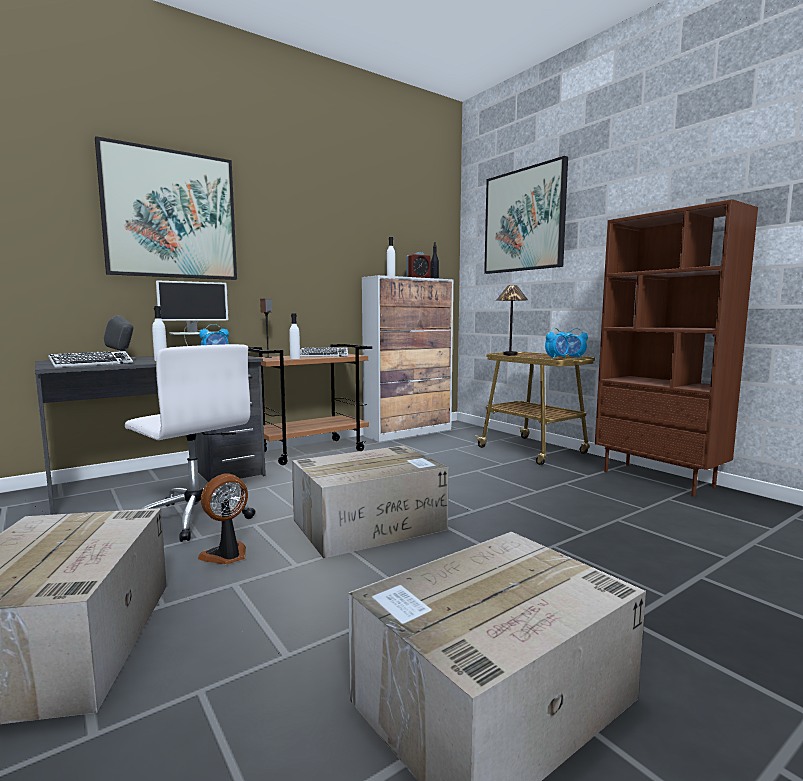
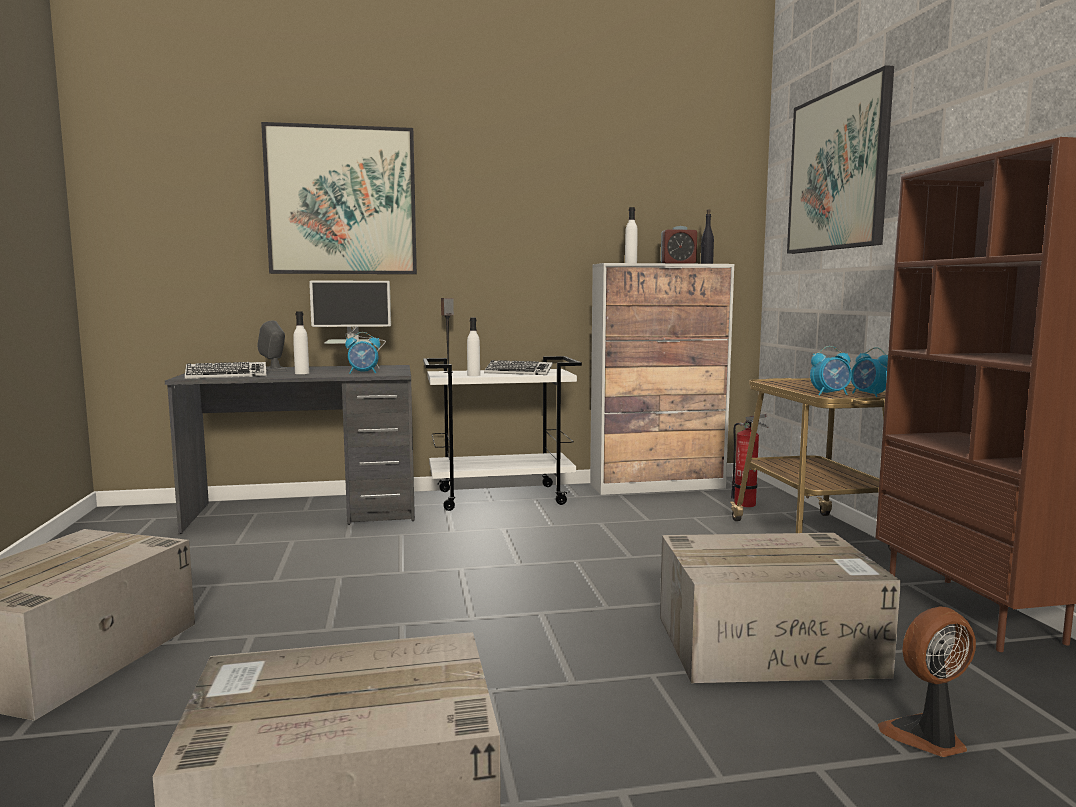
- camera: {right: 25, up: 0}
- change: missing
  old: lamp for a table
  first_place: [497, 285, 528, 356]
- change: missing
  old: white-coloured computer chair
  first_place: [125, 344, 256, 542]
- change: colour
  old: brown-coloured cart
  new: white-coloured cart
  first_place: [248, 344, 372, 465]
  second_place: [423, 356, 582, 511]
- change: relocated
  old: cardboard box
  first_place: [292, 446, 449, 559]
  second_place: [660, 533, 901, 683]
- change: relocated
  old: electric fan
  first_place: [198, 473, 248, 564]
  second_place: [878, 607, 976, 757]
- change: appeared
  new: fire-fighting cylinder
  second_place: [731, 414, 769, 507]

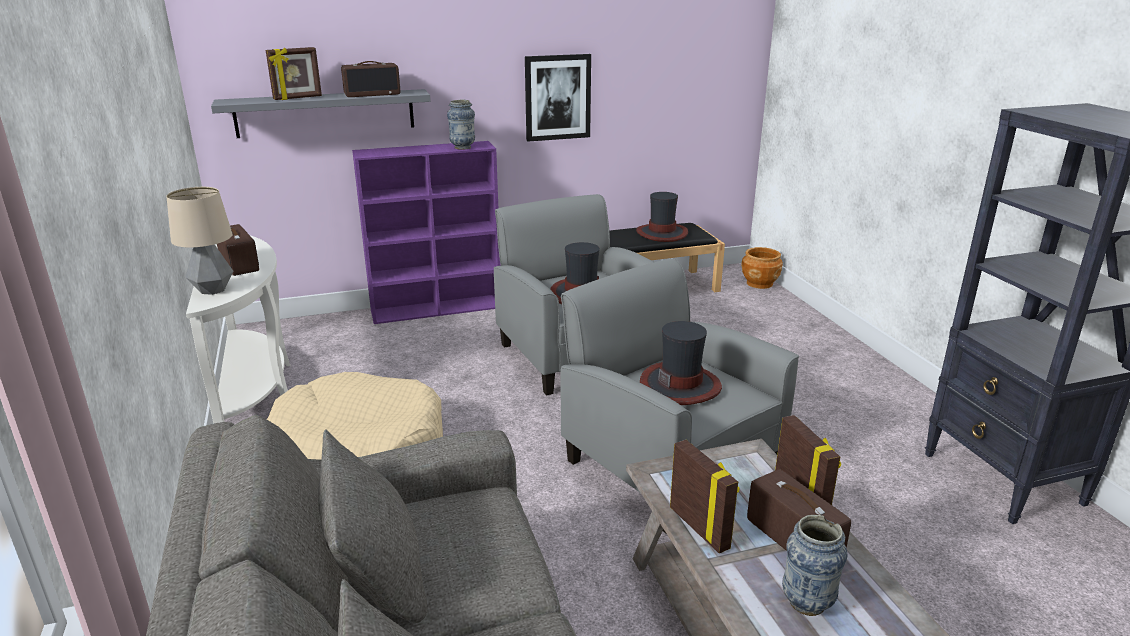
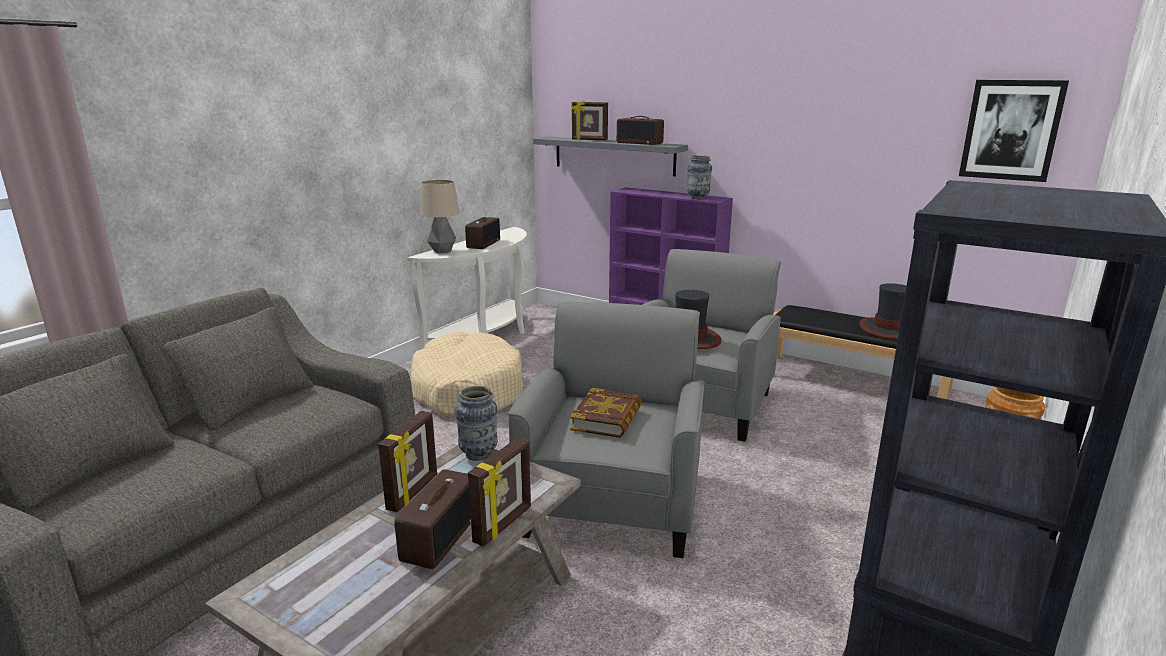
- camera: {right: 50, up: -5}
- change: relocated
  old: wall picture
  first_place: [525, 54, 591, 142]
  second_place: [959, 80, 1069, 182]
- change: exchanged
  old: wearable hat
  new: bound book
  first_place: [640, 321, 722, 405]
  second_place: [570, 388, 642, 438]
- change: relocated
  old: vase
  first_place: [782, 515, 848, 616]
  second_place: [455, 386, 498, 461]

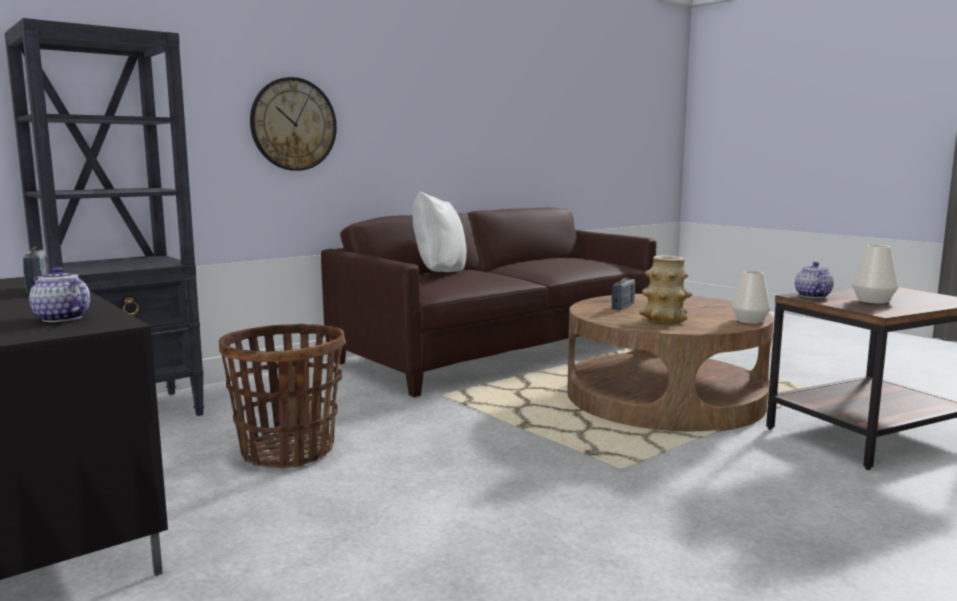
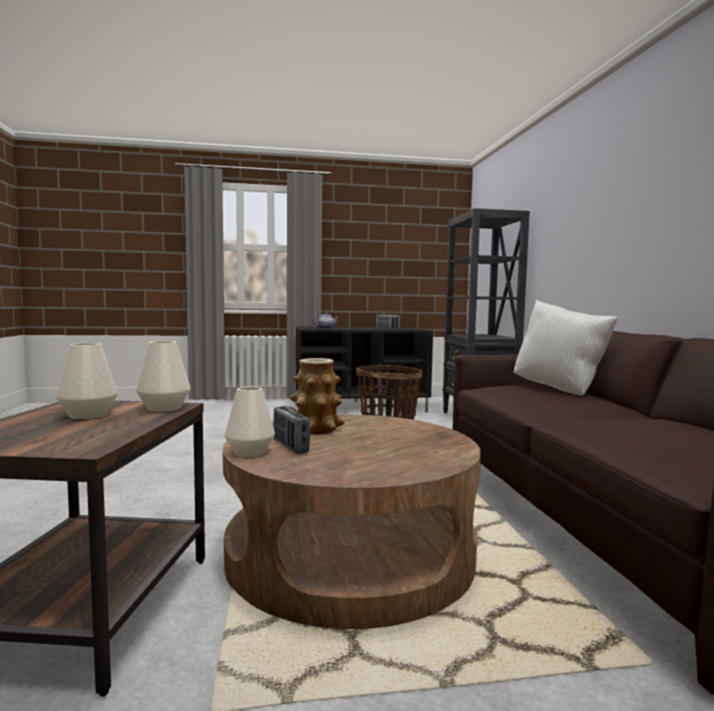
- camera: {right: 120, up: -5}
- change: missing
  old: clock on the wall
  first_place: [250, 77, 337, 171]
- change: exchanged
  old: tea pot
  new: white-coloured vase
  first_place: [795, 262, 834, 298]
  second_place: [136, 341, 191, 412]
- change: relocated
  old: radio set
  first_place: [612, 277, 635, 310]
  second_place: [273, 406, 310, 454]

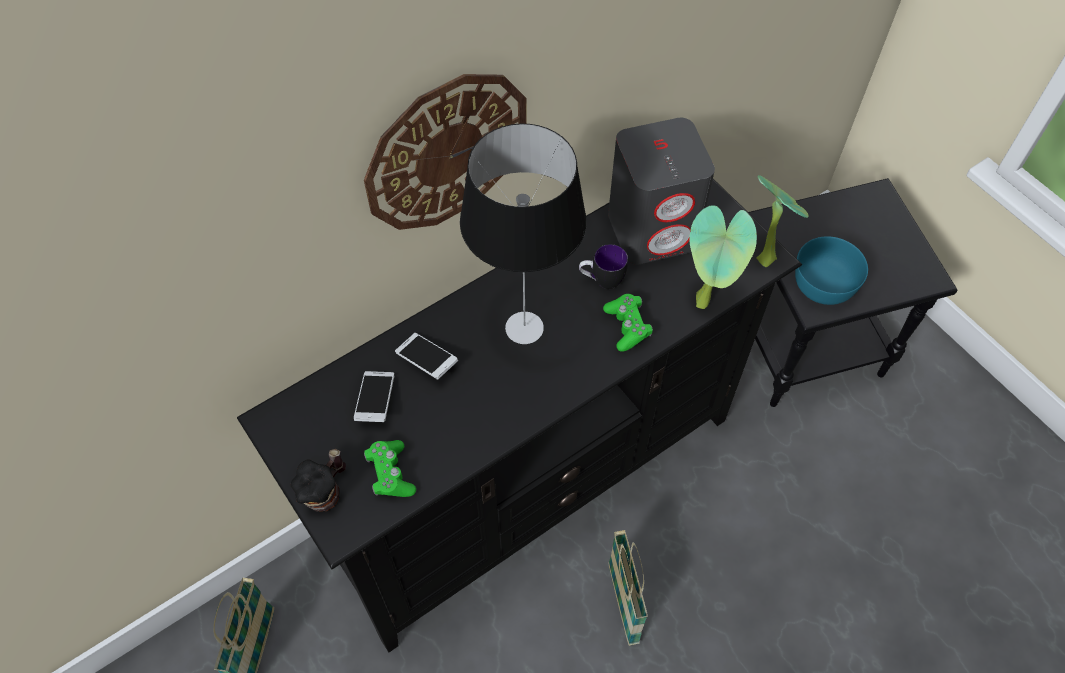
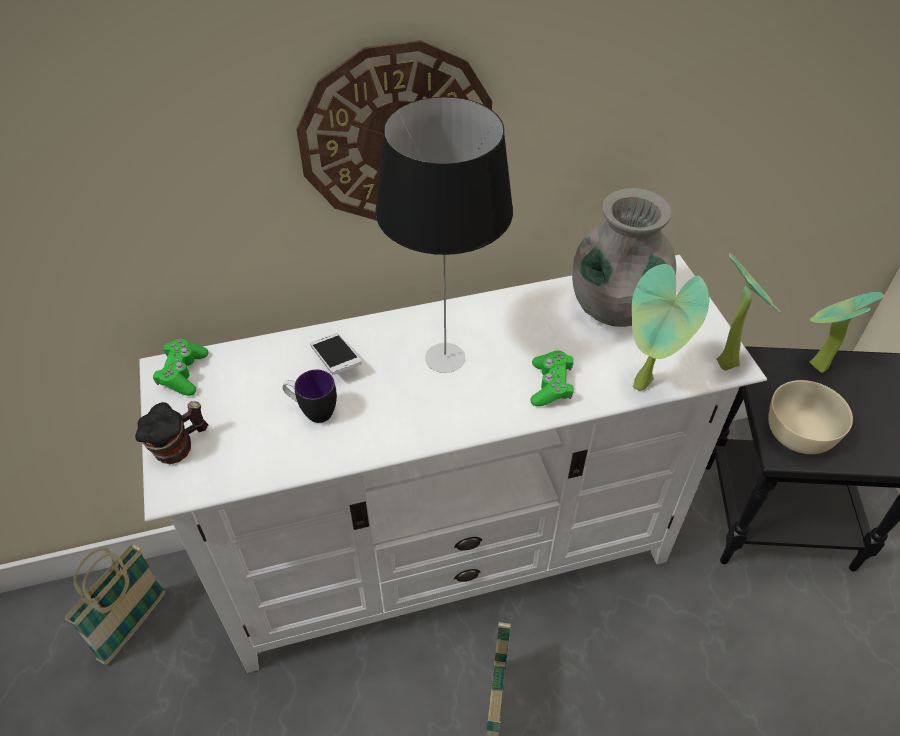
- camera: {right: 20, up: -10}
- change: exchanged
  old: greyish speaker
  new: greyish vase
  first_place: [608, 118, 715, 265]
  second_place: [572, 188, 676, 327]
- change: colour
  old: black-coloured tv stand
  new: white-coloured tv stand
  first_place: [237, 179, 802, 652]
  second_place: [139, 255, 767, 673]
- change: colour
  old: blue-green bowl
  new: sand-coloured bowl
  first_place: [795, 236, 868, 305]
  second_place: [768, 380, 853, 454]
- change: relocated
  old: coffee mug
  first_place: [579, 244, 628, 289]
  second_place: [283, 370, 337, 423]
- change: missing
  old: telephone
  first_place: [354, 371, 394, 422]
- change: relocated
  old: green-coloured joypad
  first_place: [364, 440, 416, 497]
  second_place: [153, 339, 208, 396]
- change: appeared
  new: plant in a pot
  second_place: [809, 292, 884, 373]

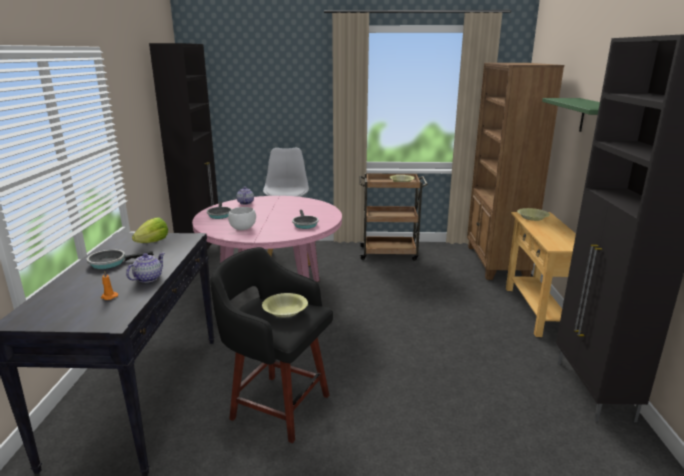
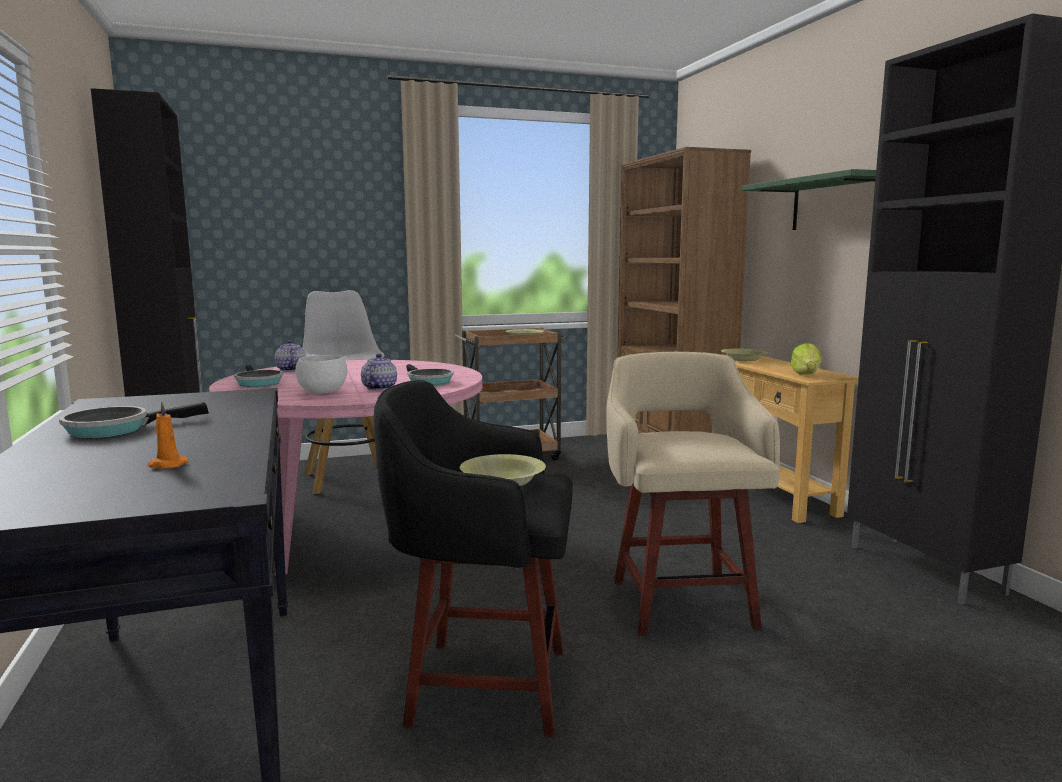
- camera: {right: -20, up: -10}
- change: relocated
  old: lettuce
  first_place: [132, 217, 168, 243]
  second_place: [790, 343, 822, 375]
- change: relocated
  old: tea pot
  first_place: [126, 253, 165, 283]
  second_place: [361, 354, 397, 390]
- change: appeared
  new: sand-coloured sitting stool
  second_place: [606, 352, 780, 636]

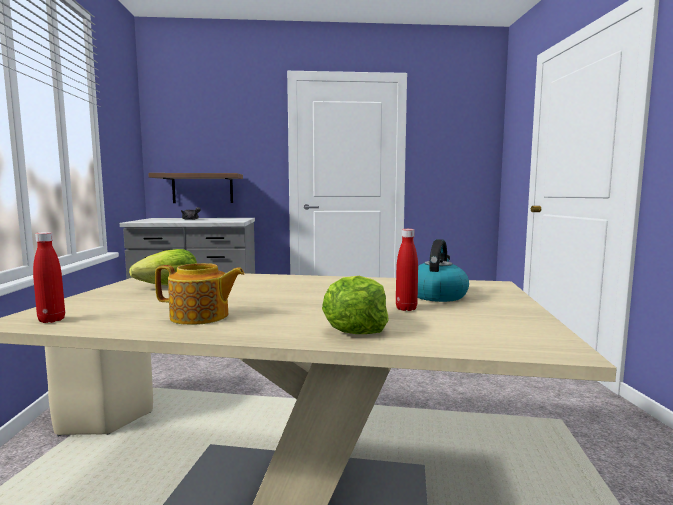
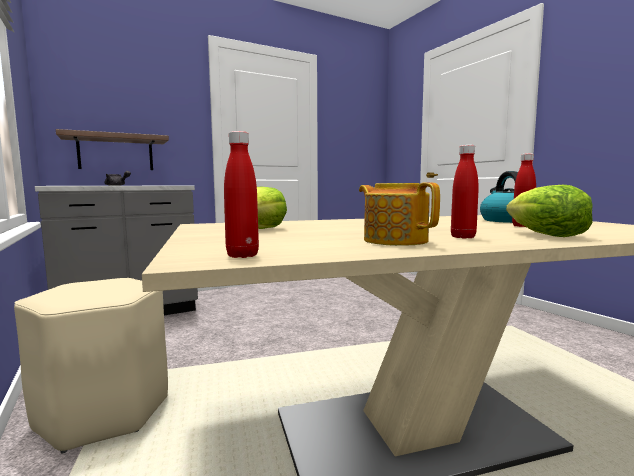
- camera: {right: -25, up: 0}
- change: spun
  old: tea pot
  first_place: [155, 263, 244, 325]
  second_place: [359, 182, 440, 246]
  degrees: -105
- change: appeared
  new: red-coloured bottle
  second_place: [451, 145, 479, 238]

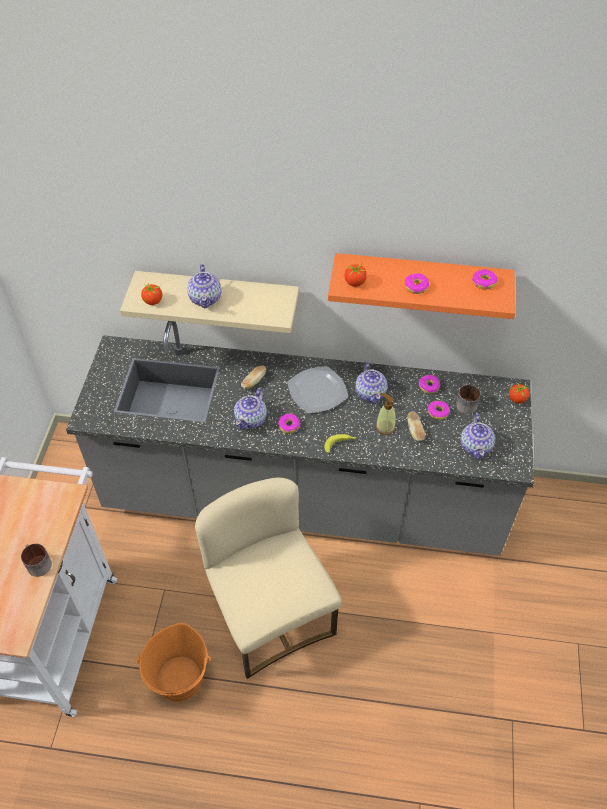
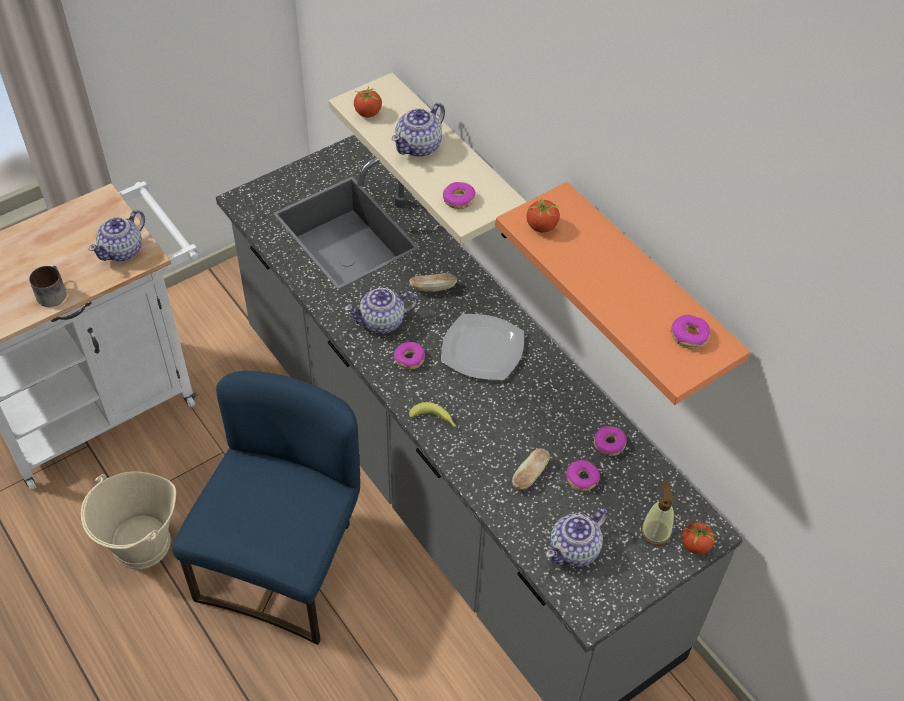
- camera: {right: 45, up: 0}
- change: relocated
  old: donut
  first_place: [405, 273, 429, 294]
  second_place: [443, 182, 476, 209]
- change: relocated
  old: tea pot
  first_place: [355, 361, 388, 404]
  second_place: [88, 210, 145, 261]
- change: missing
  old: coffee mug
  first_place: [456, 385, 481, 414]
- change: relocated
  old: soap bottle
  first_place: [376, 393, 396, 435]
  second_place: [641, 481, 674, 546]
- change: colour
  old: sand-coloured plain chair
  new: bluish plain chair
  first_place: [195, 478, 342, 679]
  second_place: [172, 371, 360, 645]
- change: colour
  old: orangey pail
  new: sand-coloured pail
  first_place: [135, 623, 211, 702]
  second_place: [81, 471, 176, 569]

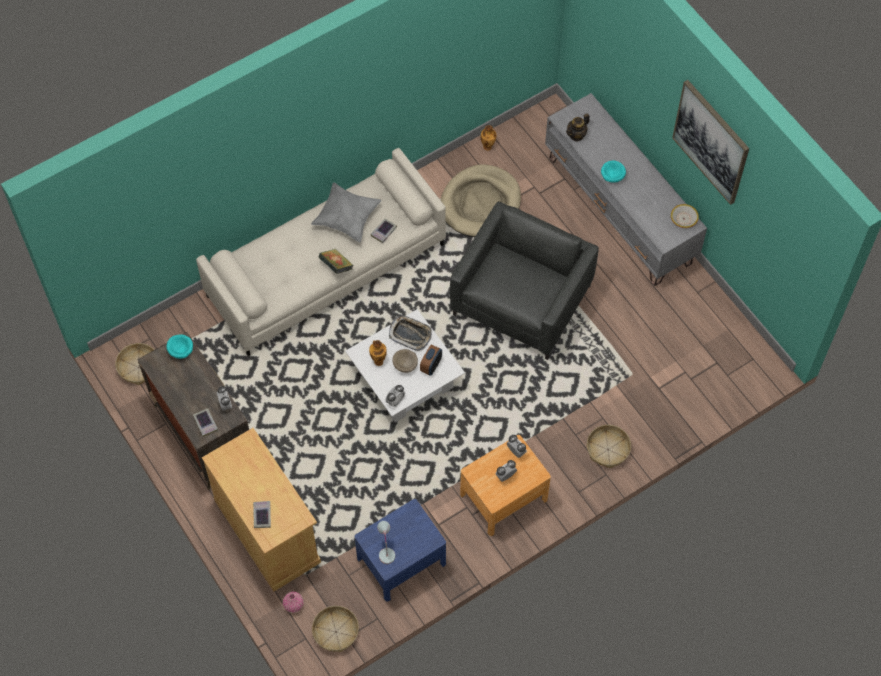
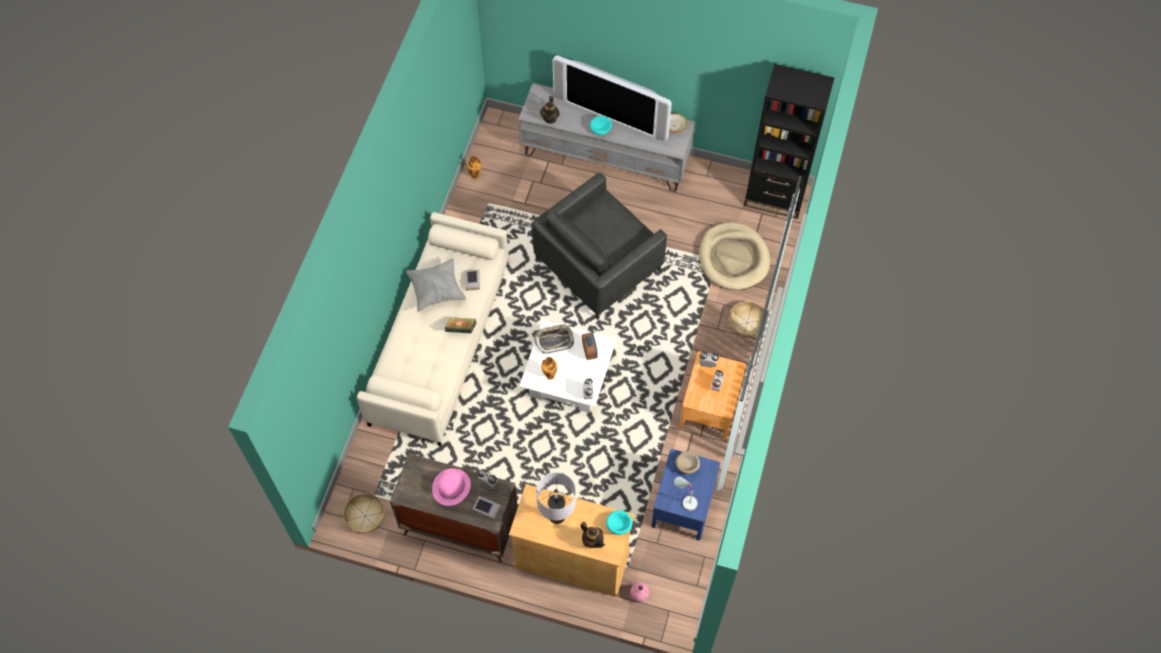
- camera: {right: -40, up: 0}
- change: missing
  old: wall picture
  first_place: [672, 80, 749, 205]
- change: relocated
  old: sand-coloured pet bed
  first_place: [441, 164, 521, 237]
  second_place: [699, 222, 770, 290]
- change: spun
  old: greyish lounge chair
  first_place: [450, 201, 599, 360]
  second_place: [532, 173, 667, 320]
  degrees: -120
- change: relocated
  old: blue-green bowl
  first_place: [167, 334, 193, 359]
  second_place: [606, 510, 632, 535]
- change: relocated
  old: sand-coloured bowl
  first_place: [392, 349, 418, 373]
  second_place: [675, 451, 700, 474]
- change: exchanged
  old: bound book
  new: tea pot
  first_place: [253, 501, 271, 528]
  second_place: [580, 522, 605, 548]
- change: missing
  old: household basket
  first_place: [312, 606, 359, 652]
- change: appeared
  new: TV set
  second_place: [553, 55, 672, 141]
- change: appeared
  new: black-coloured bookshelf
  second_place: [744, 64, 834, 219]
- change: appeared
  new: pinkish wearable hat
  second_place: [432, 468, 471, 506]
- change: appeared
  new: greyish lamp for a table
  second_place: [536, 472, 576, 524]

